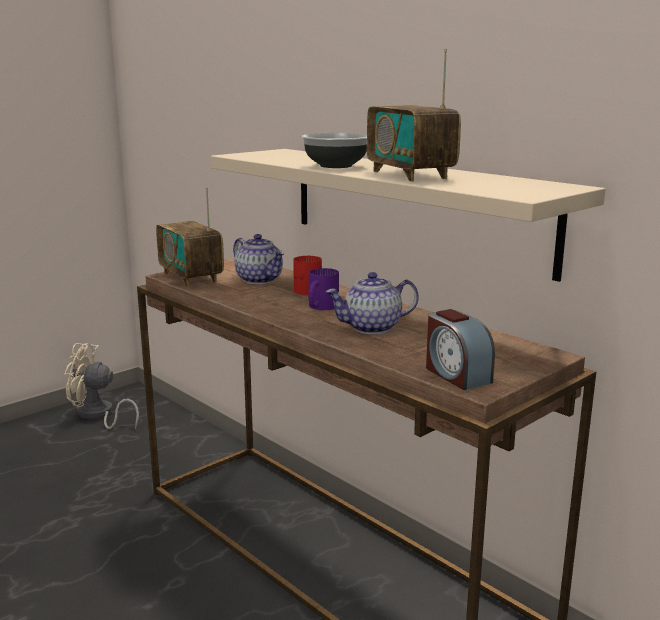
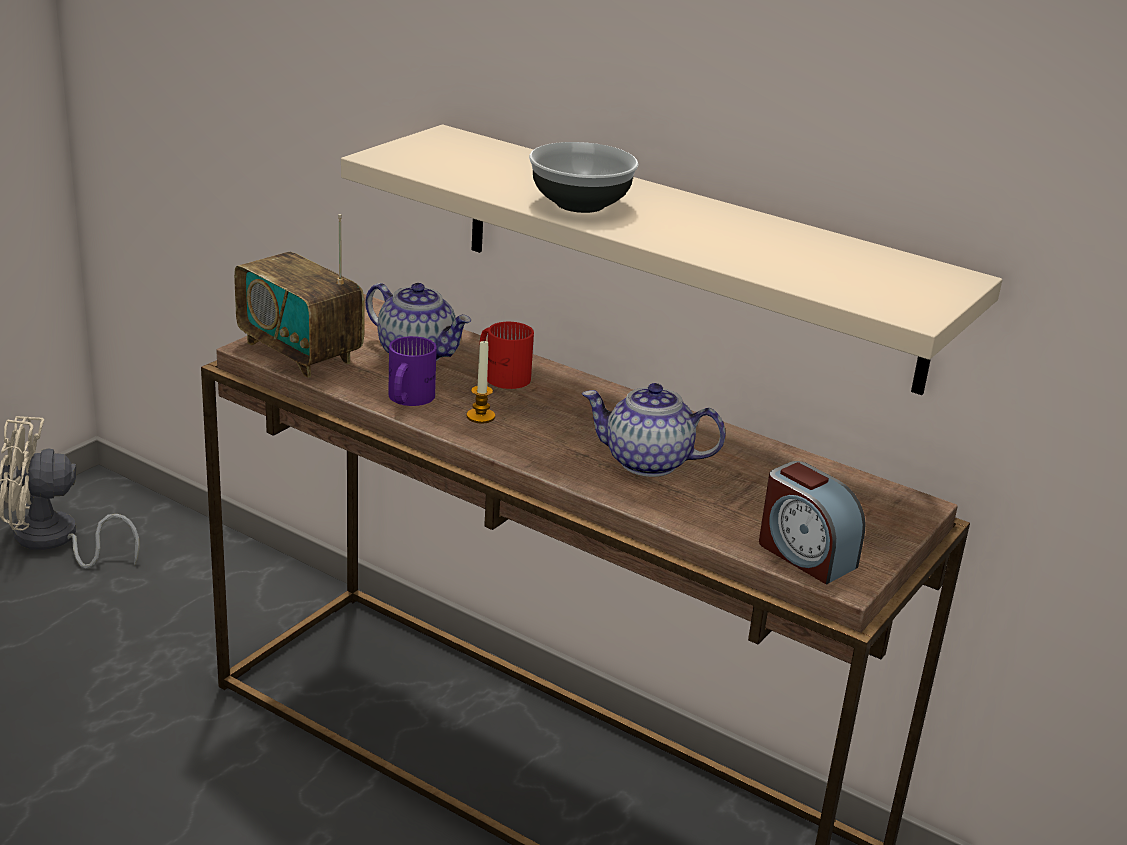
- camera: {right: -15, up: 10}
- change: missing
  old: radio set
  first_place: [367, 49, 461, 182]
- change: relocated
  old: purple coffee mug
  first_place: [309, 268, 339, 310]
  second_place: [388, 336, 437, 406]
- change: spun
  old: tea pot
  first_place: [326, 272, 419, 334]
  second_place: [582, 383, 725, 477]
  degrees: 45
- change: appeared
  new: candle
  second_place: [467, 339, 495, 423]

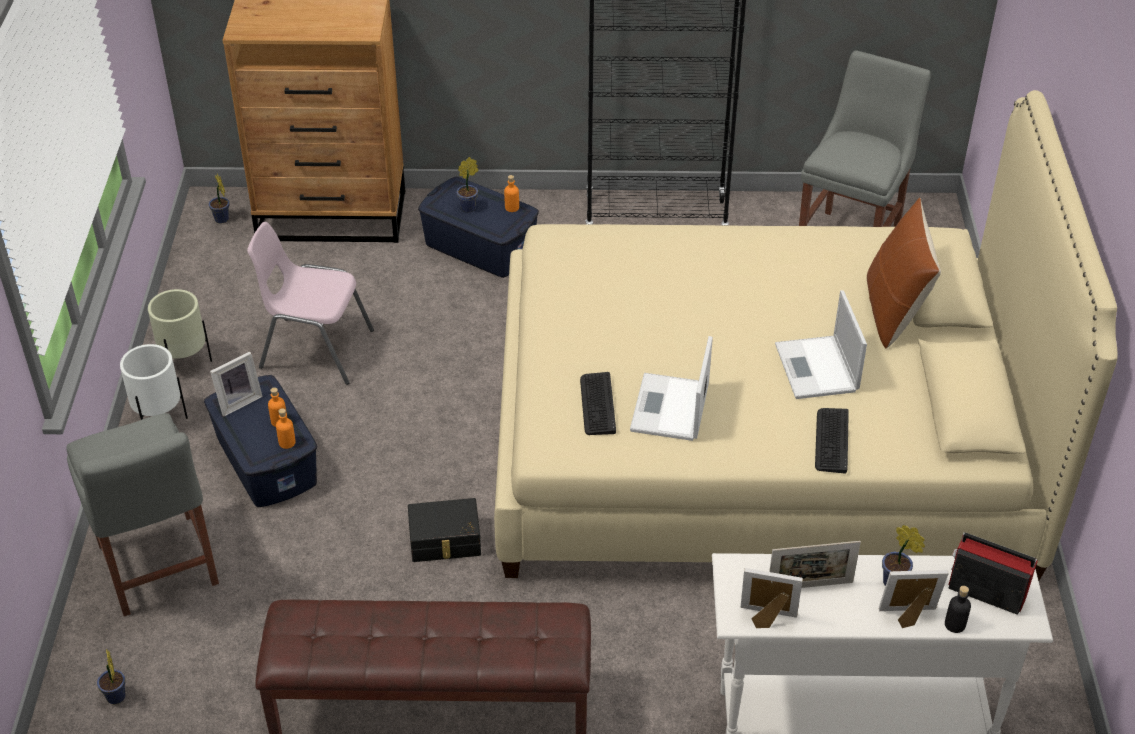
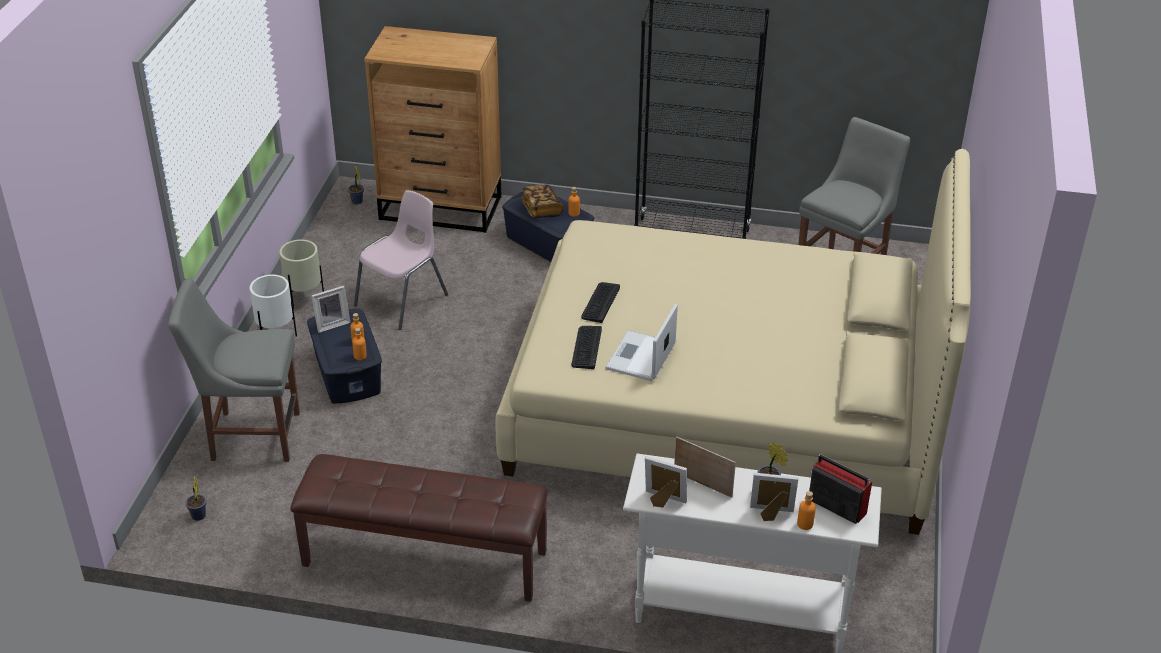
- camera: {right: 10, up: -5}
- change: exchanged
  old: plant in a pot
  new: bound book
  first_place: [457, 157, 478, 213]
  second_place: [521, 184, 564, 218]
- change: missing
  old: brown-coloured pillow
  first_place: [867, 198, 941, 348]
- change: spun
  old: pinkish plain chair
  first_place: [247, 222, 374, 385]
  second_place: [354, 190, 448, 330]
  degrees: 105
- change: missing
  old: laptop
  first_place: [775, 290, 867, 399]
- change: relocated
  old: keyboard
  first_place: [815, 408, 849, 473]
  second_place: [581, 282, 620, 323]
- change: spun
  old: greyish plain chair
  first_place: [66, 413, 219, 616]
  second_place: [168, 278, 300, 462]
  degrees: 105
- change: missing
  old: black-coloured storage container
  first_place: [408, 498, 481, 562]
- change: spun
  old: picture frame
  first_place: [769, 541, 861, 588]
  second_place: [674, 436, 736, 498]
  degrees: -150
- change: colour
  old: black-coloured bottle
  new: orangey bottle
  first_place: [945, 586, 971, 633]
  second_place: [797, 491, 816, 530]

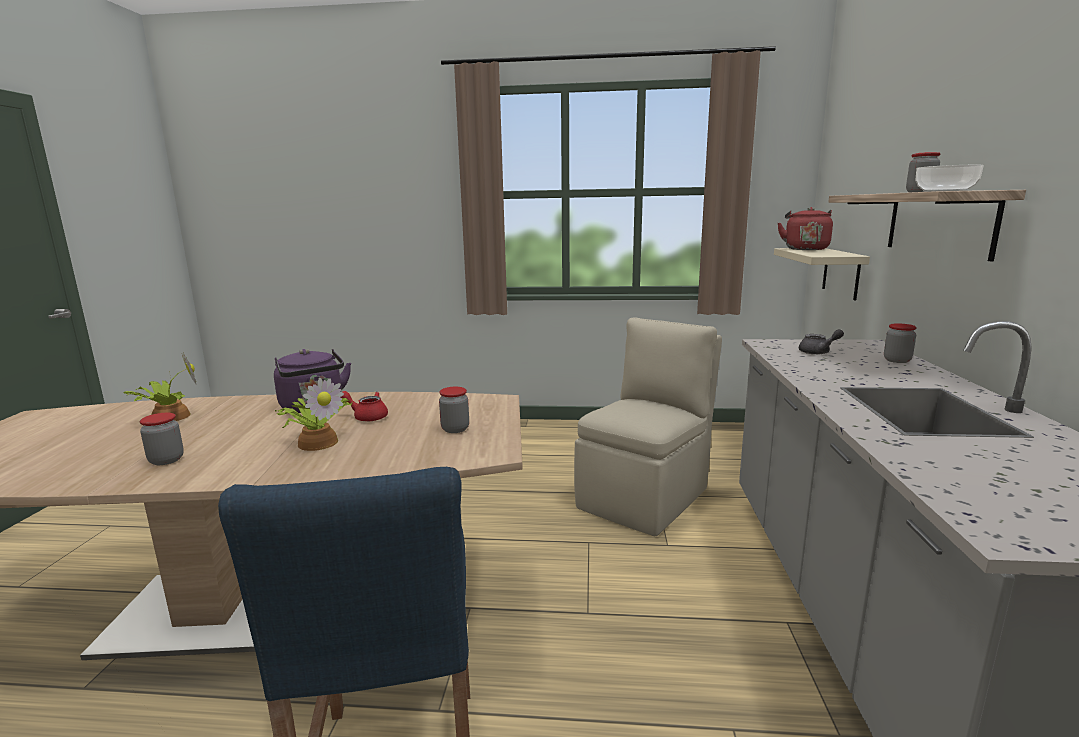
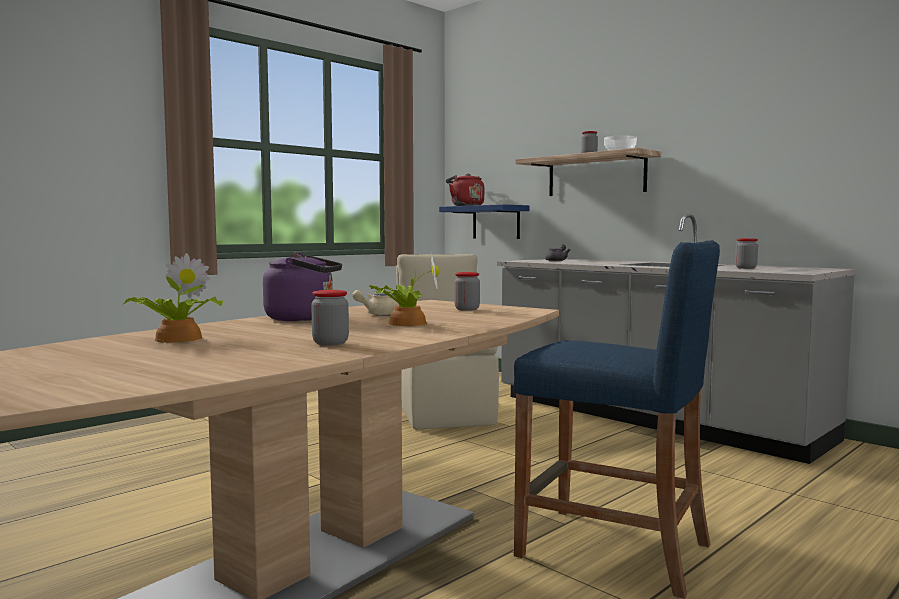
- camera: {right: -50, up: -10}
- change: colour
  old: sand-coloured shelf
  new: bluish shelf
  first_place: [774, 248, 870, 300]
  second_place: [439, 204, 530, 239]
- change: relocated
  old: jar
  first_place: [884, 323, 917, 363]
  second_place: [735, 238, 758, 269]
- change: colour
  old: red-coloured tea pot
  new: sand-coloured tea pot
  first_place: [341, 391, 388, 421]
  second_place: [352, 290, 399, 316]

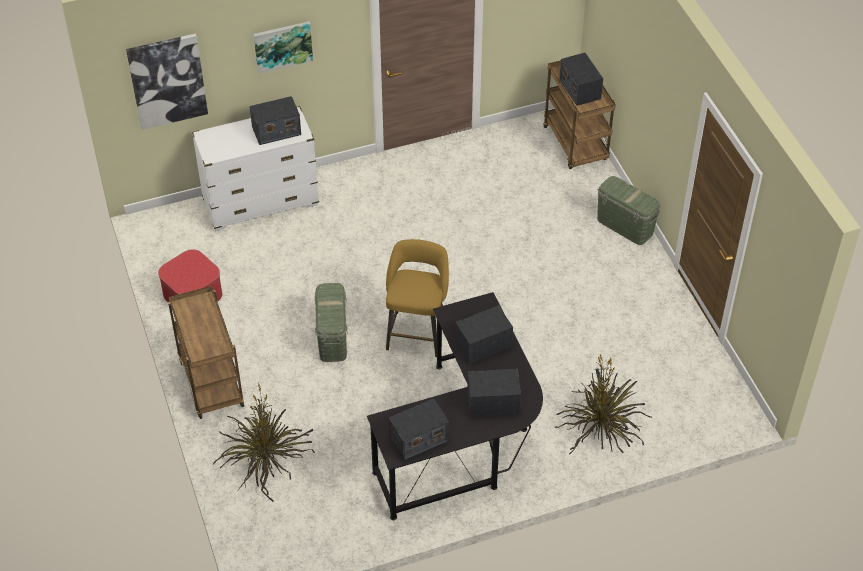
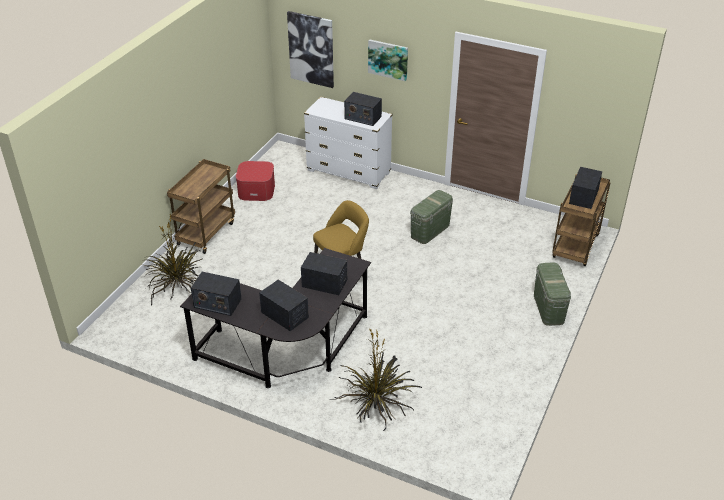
- camera: {right: 45, up: -10}
- change: relocated
  old: green-coloured storage container
  first_place: [315, 283, 348, 362]
  second_place: [410, 190, 453, 244]

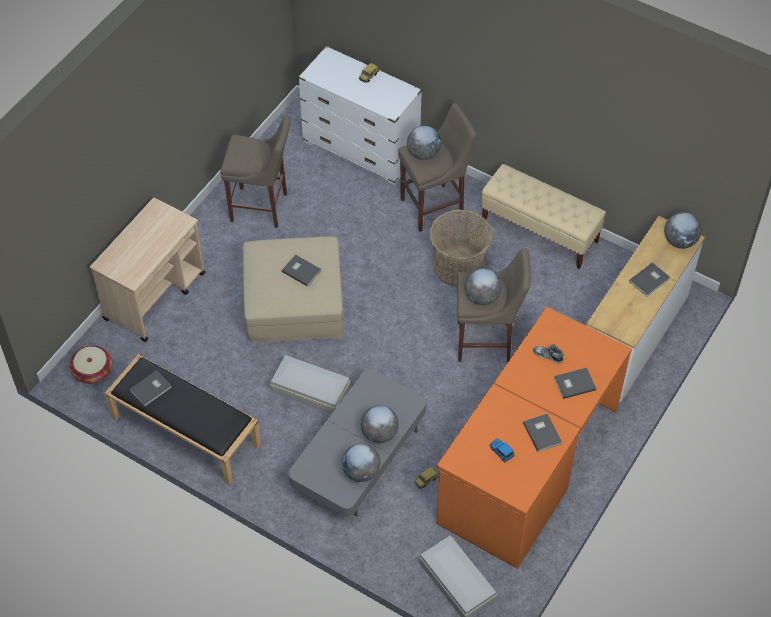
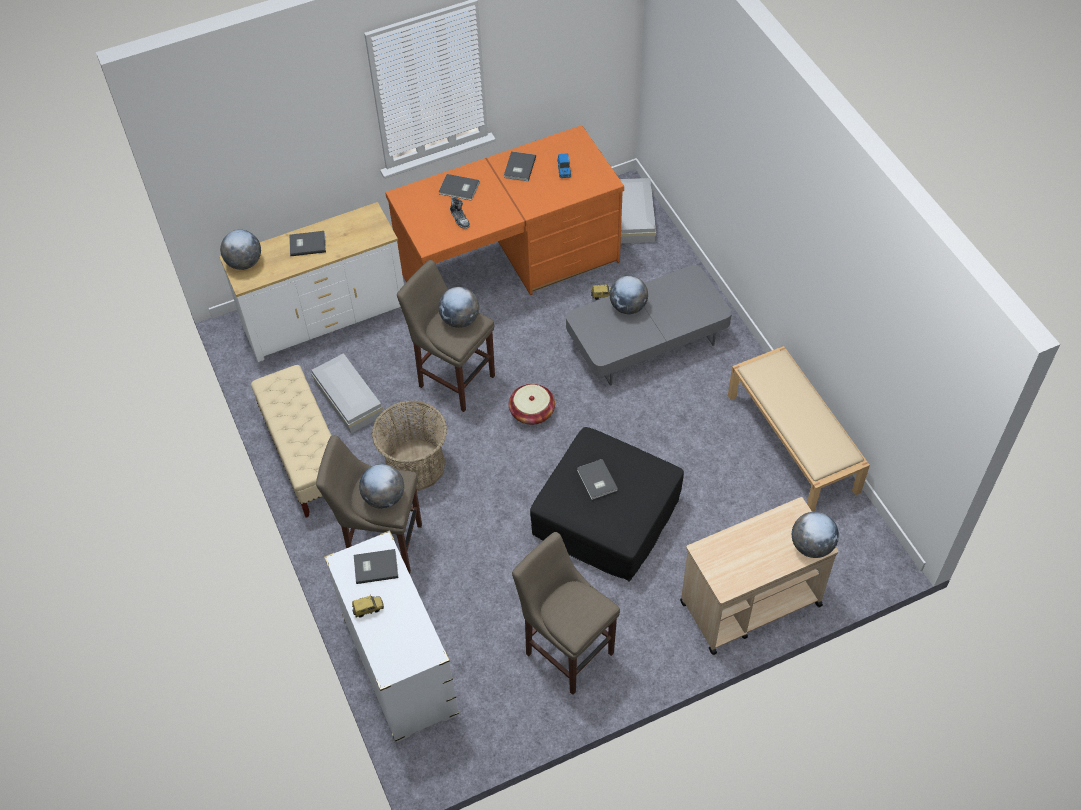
- camera: {right: -145, up: 0}
- change: colour
  old: sand-coloured ottoman
  new: black-coloured ottoman
  first_place: [243, 237, 344, 342]
  second_place: [530, 427, 684, 582]
- change: relocated
  old: household basket
  first_place: [69, 346, 112, 383]
  second_place: [509, 384, 555, 425]
- change: colour
  old: black-coloured indoor bench
  new: sand-coloured indoor bench
  first_place: [105, 354, 261, 485]
  second_place: [728, 346, 870, 512]
- change: relocated
  old: white-coloured storage container
  first_place: [270, 355, 350, 414]
  second_place: [311, 353, 383, 433]
- change: relocated
  old: greyish bound book
  first_place: [130, 370, 172, 406]
  second_place: [354, 549, 398, 584]
- change: relocated
  old: world globe
  first_place: [342, 443, 380, 482]
  second_place: [792, 512, 839, 558]

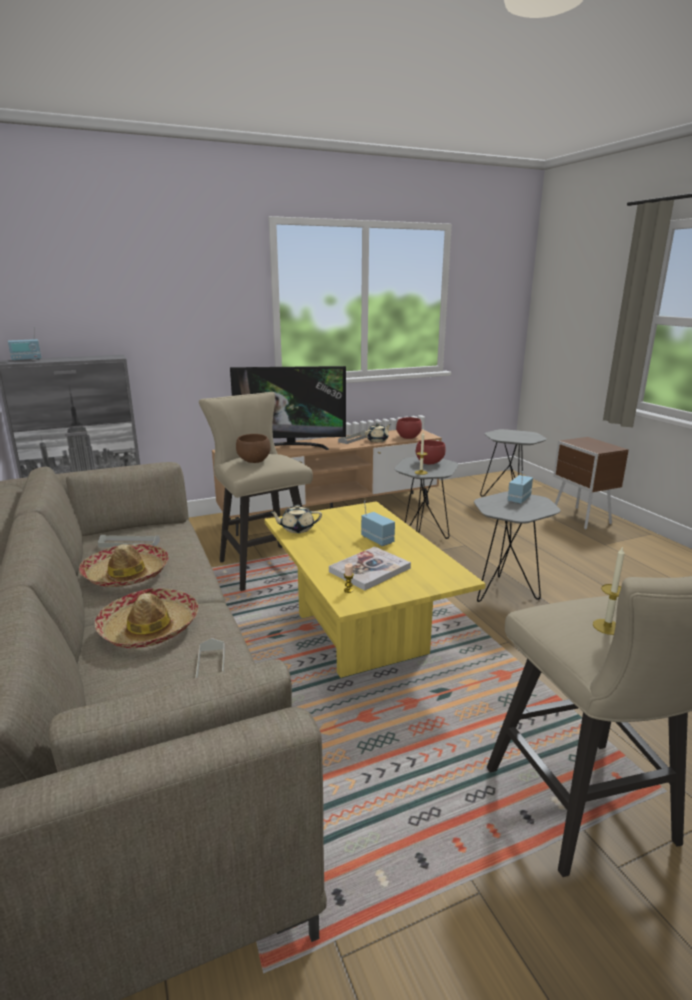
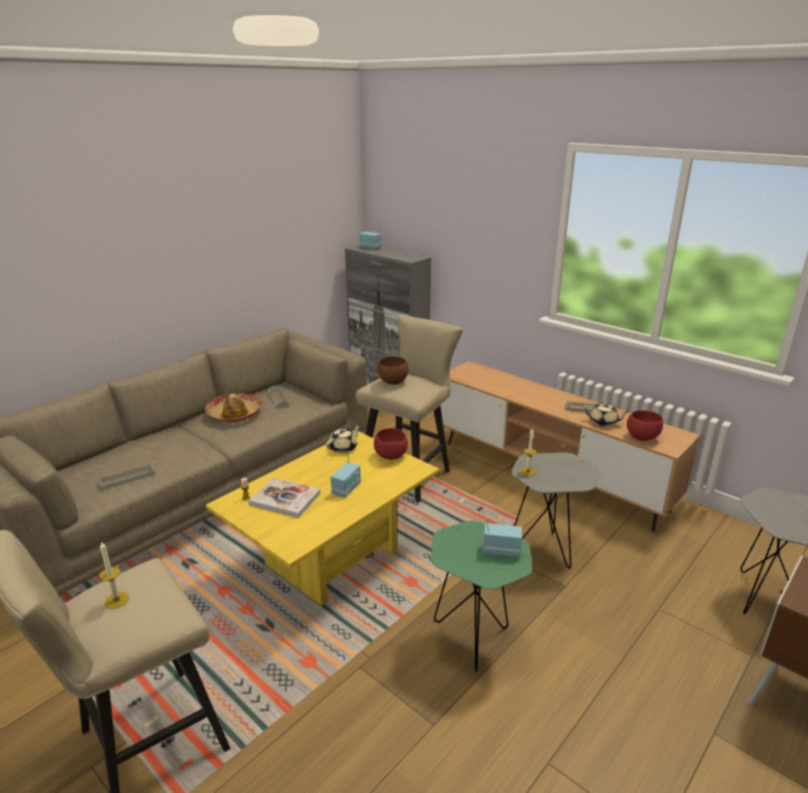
- camera: {right: 65, up: 5}
- change: missing
  old: TV set
  first_place: [230, 366, 346, 450]
- change: relocated
  old: red-coloured bowl
  first_place: [416, 440, 446, 465]
  second_place: [374, 428, 408, 460]
- change: colour
  old: greyish side table
  new: green-coloured side table
  first_place: [474, 491, 561, 602]
  second_place: [431, 521, 533, 672]
- change: spun
  old: sand-coloured tea pot
  first_place: [270, 505, 322, 533]
  second_place: [326, 424, 361, 453]
  degrees: 75
- change: missing
  old: wearable hat
  first_place: [95, 588, 199, 648]

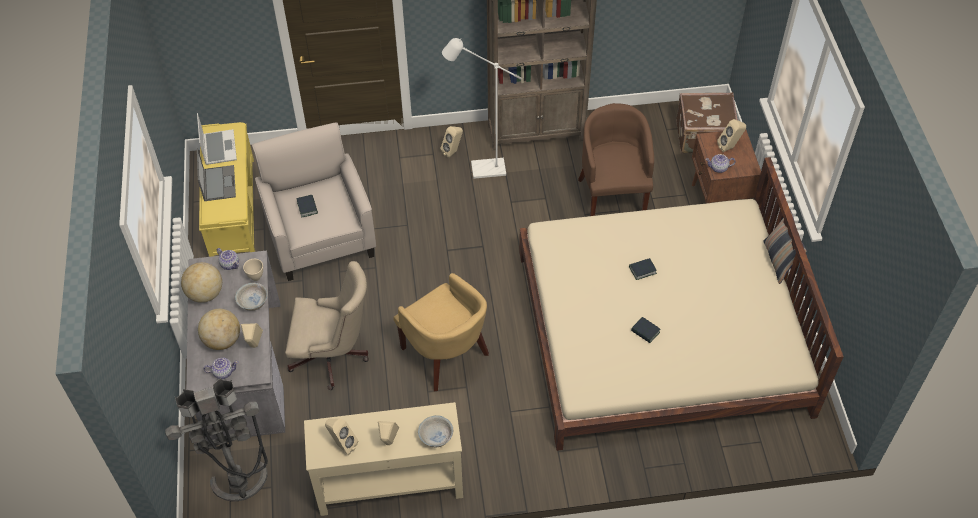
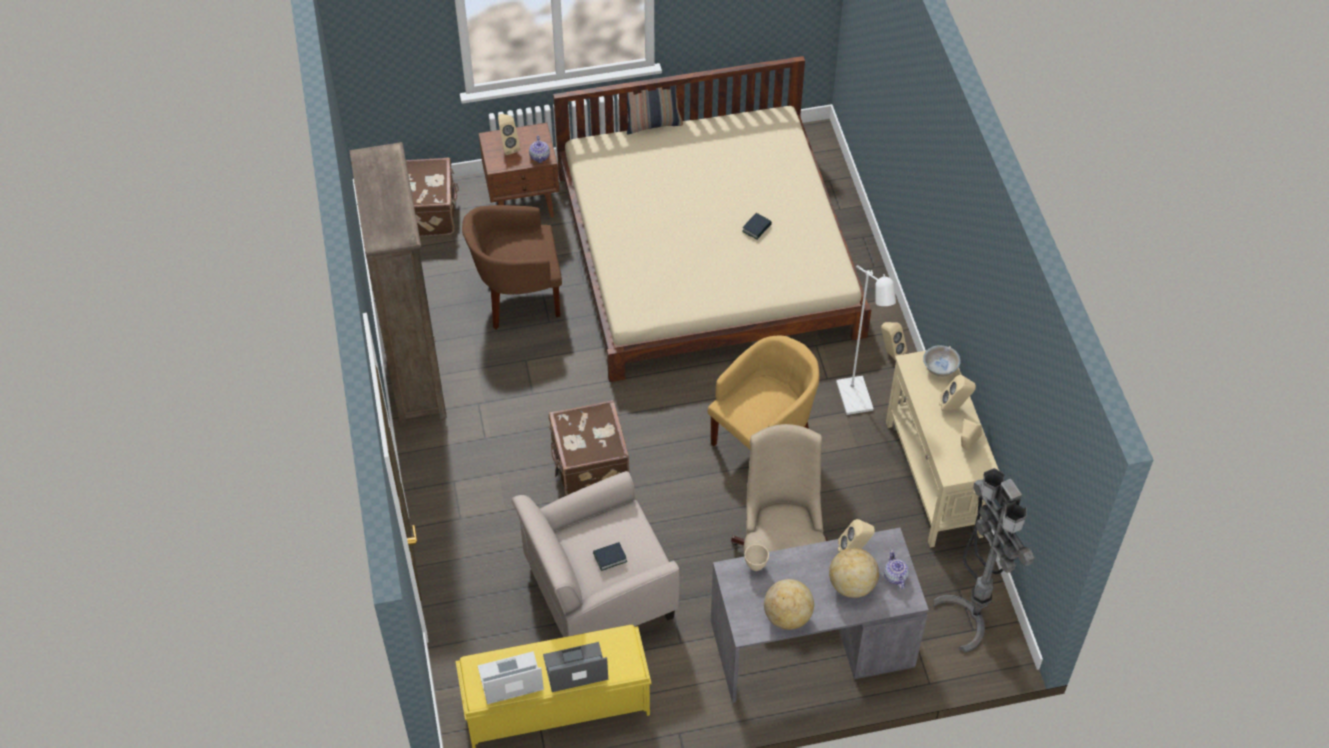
- camera: {right: -95, up: 0}
- change: relocated
  old: white-coloured standard lamp
  first_place: [442, 38, 522, 179]
  second_place: [836, 265, 896, 415]
- change: relocated
  old: sand-coloured speaker
  first_place: [440, 126, 463, 158]
  second_place: [881, 322, 907, 361]
- change: missing
  old: tea pot
  first_place: [217, 248, 239, 270]
- change: missing
  old: bound book
  first_place: [629, 258, 657, 280]
- change: missing
  old: white-coloured bowl
  first_place: [235, 283, 268, 311]
- change: appeared
  new: brown-coloured piece of luggage
  second_place: [548, 400, 630, 496]

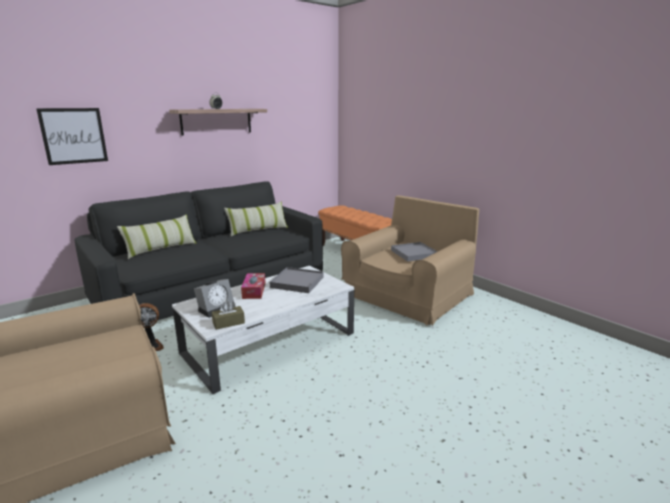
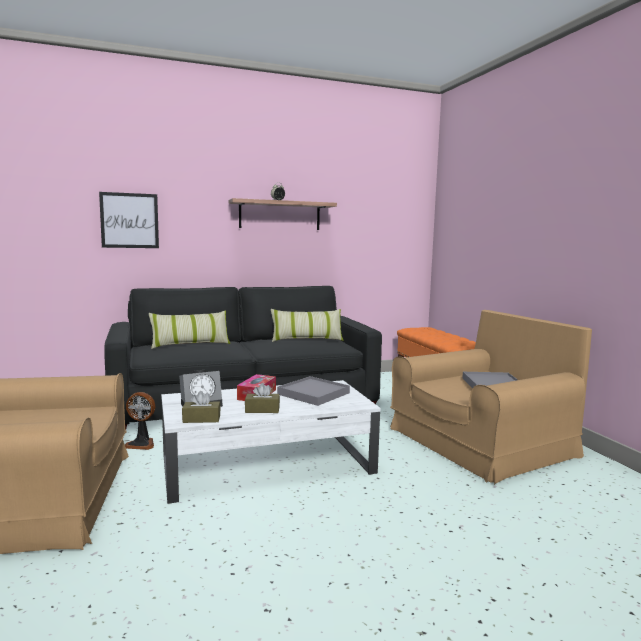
- camera: {right: 20, up: -10}
- change: appeared
  new: brown-coloured box of tissues
  second_place: [245, 383, 280, 413]

